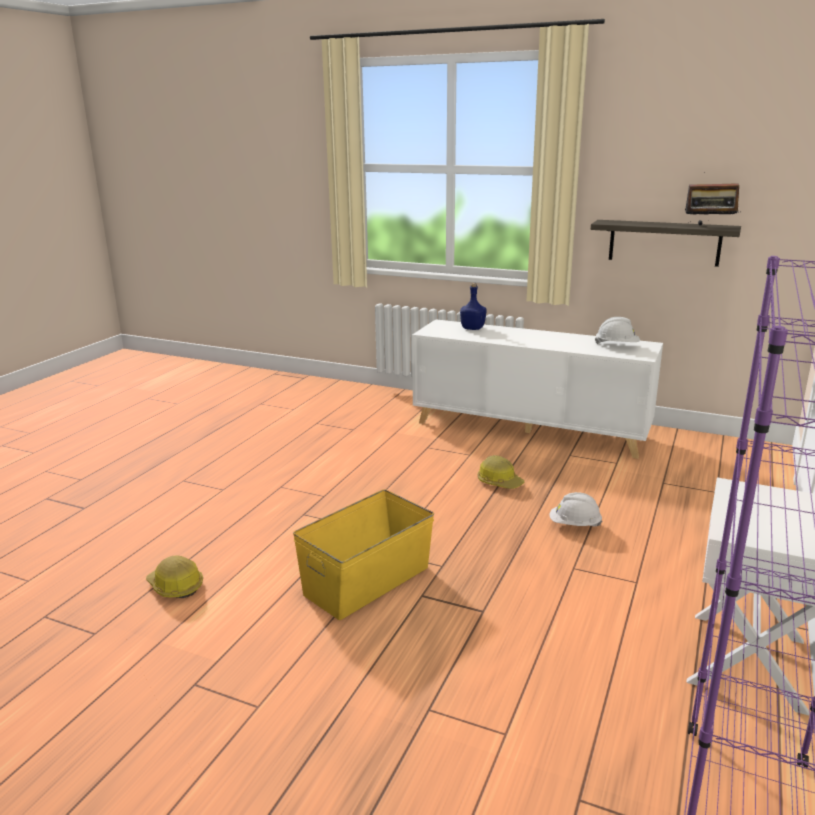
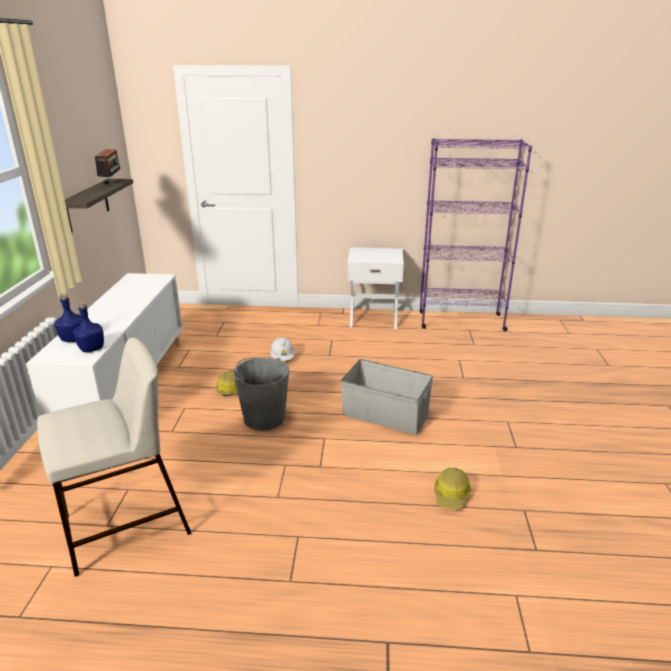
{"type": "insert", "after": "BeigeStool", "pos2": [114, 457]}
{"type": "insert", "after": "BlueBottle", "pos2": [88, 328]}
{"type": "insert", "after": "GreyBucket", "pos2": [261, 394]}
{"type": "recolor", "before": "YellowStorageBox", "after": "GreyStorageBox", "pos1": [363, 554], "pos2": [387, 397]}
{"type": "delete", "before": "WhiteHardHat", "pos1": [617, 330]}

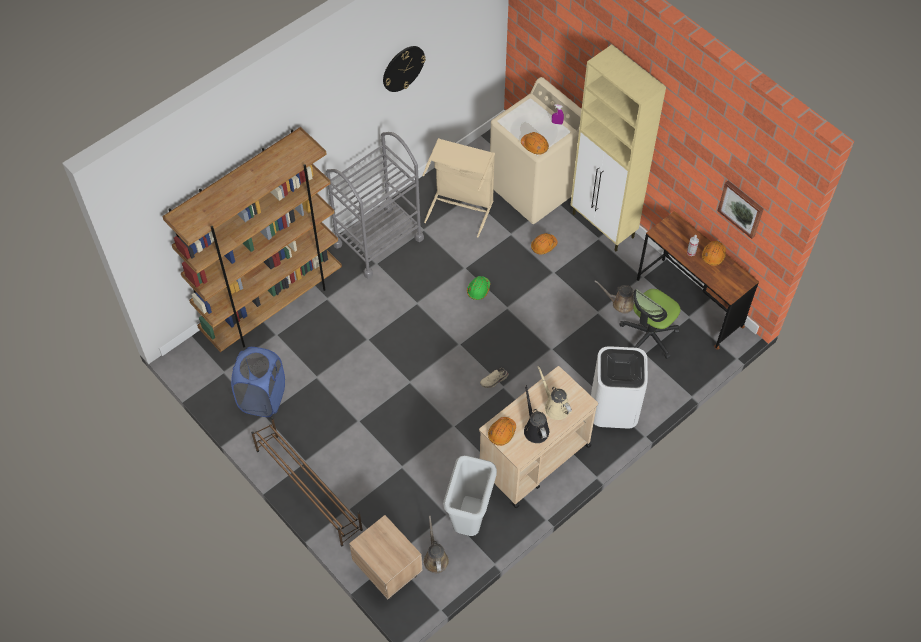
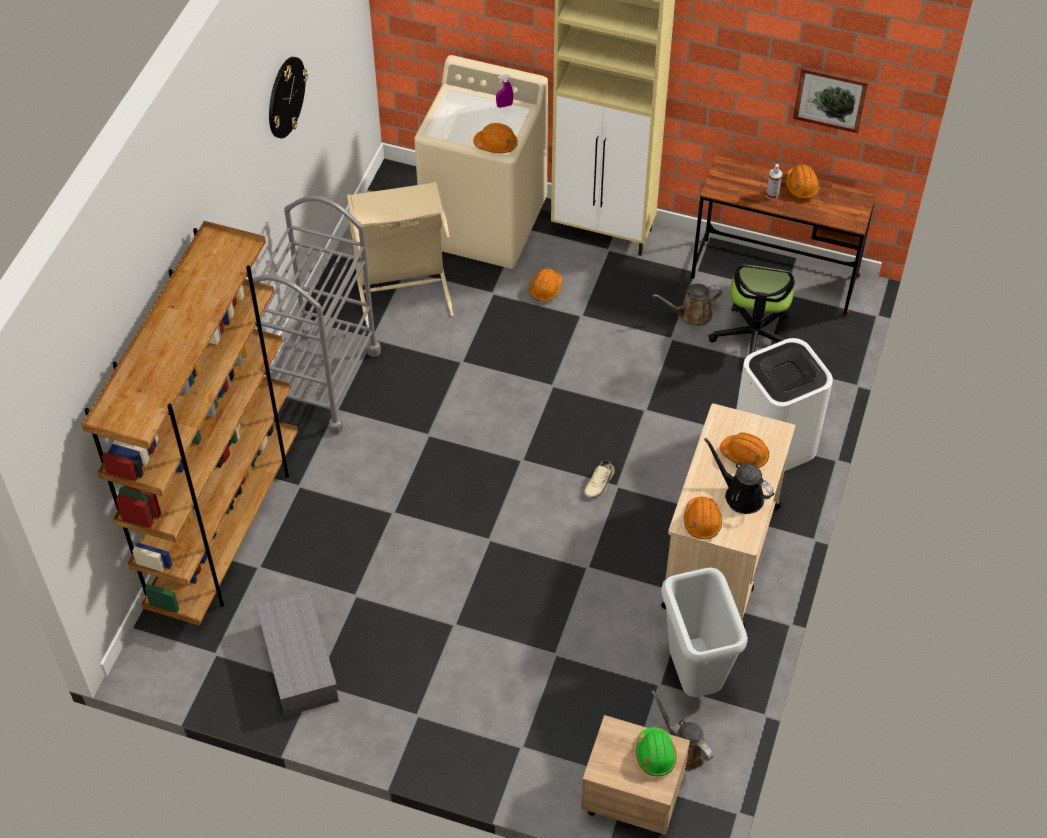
{"type": "replace", "before": "BlueLaundryBasket", "after": "GreyStorageBox", "pos1": [258, 382], "pos2": [297, 653]}
{"type": "move", "before": "GreenHardHat", "pos1": [478, 288], "pos2": [656, 751]}
{"type": "replace", "before": "BeigeWateringCan", "after": "OrangeHardHat", "pos1": [554, 393], "pos2": [744, 450]}
{"type": "delete", "before": "BrownShoeRack", "pos1": [307, 481]}

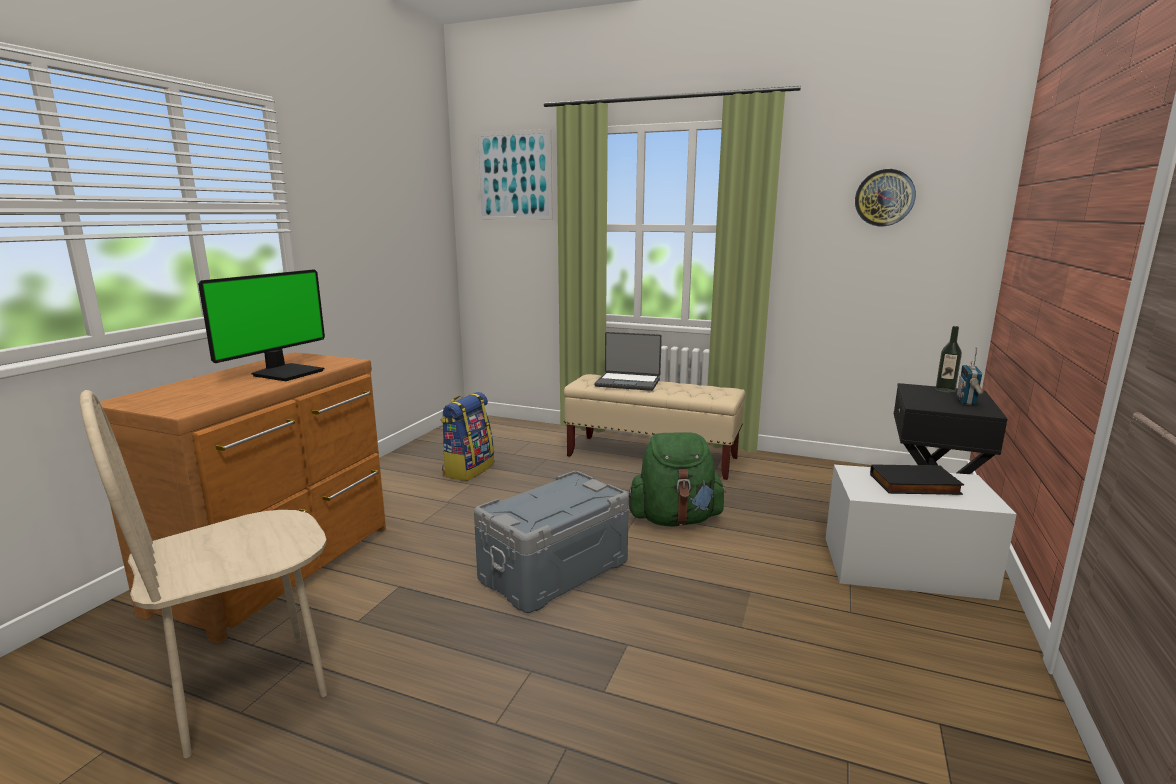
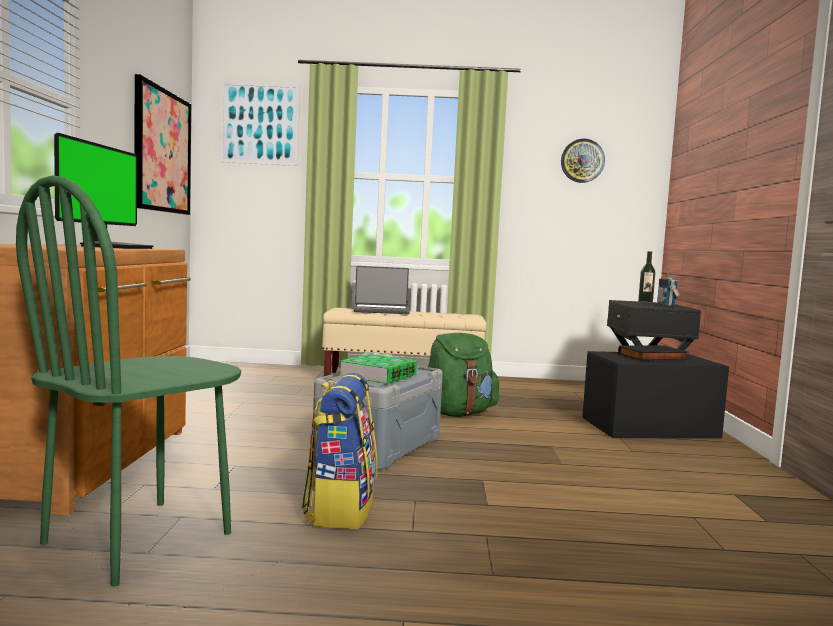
{"type": "recolor", "before": "BeigeChair", "after": "GreenChair", "pos1": [203, 574], "pos2": [128, 381]}
{"type": "insert", "after": "Picture", "pos2": [162, 144]}
{"type": "move", "before": "Backpack", "pos1": [467, 436], "pos2": [339, 451]}
{"type": "insert", "after": "Book", "pos2": [378, 369]}
{"type": "recolor", "before": "WhiteStorageBox", "after": "BlackStorageBox", "pos1": [921, 532], "pos2": [655, 395]}

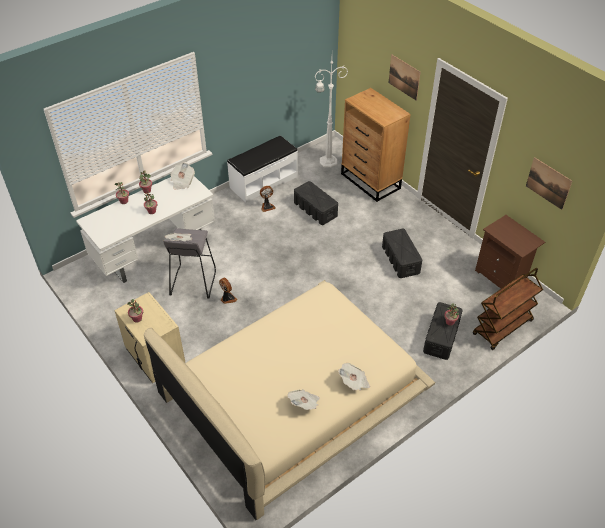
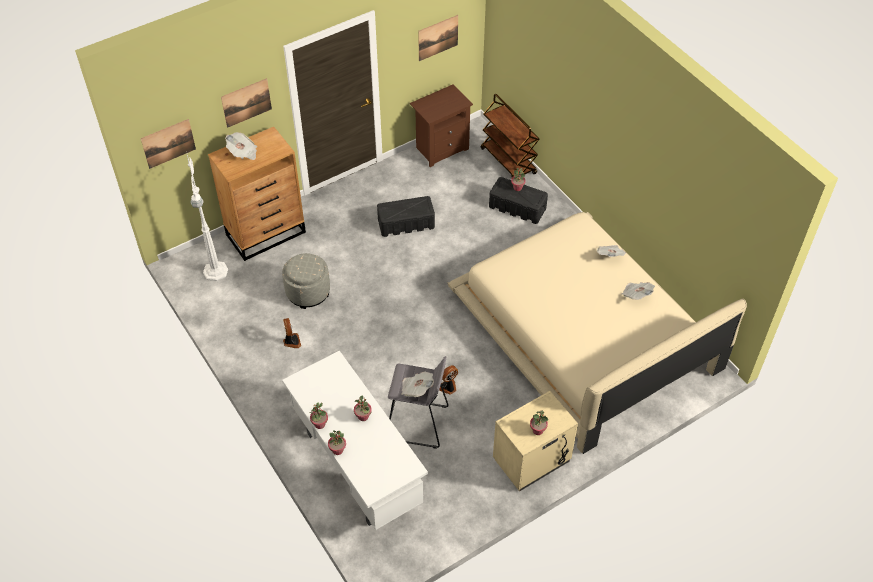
{"type": "insert", "after": "Picture", "pos2": [168, 144]}
{"type": "move", "before": "Newspaper", "pos1": [182, 176], "pos2": [241, 146]}
{"type": "replace", "before": "BlackStorageBox", "after": "GreyOttoman", "pos1": [316, 203], "pos2": [306, 281]}
{"type": "delete", "before": "WhiteBench", "pos1": [262, 168]}

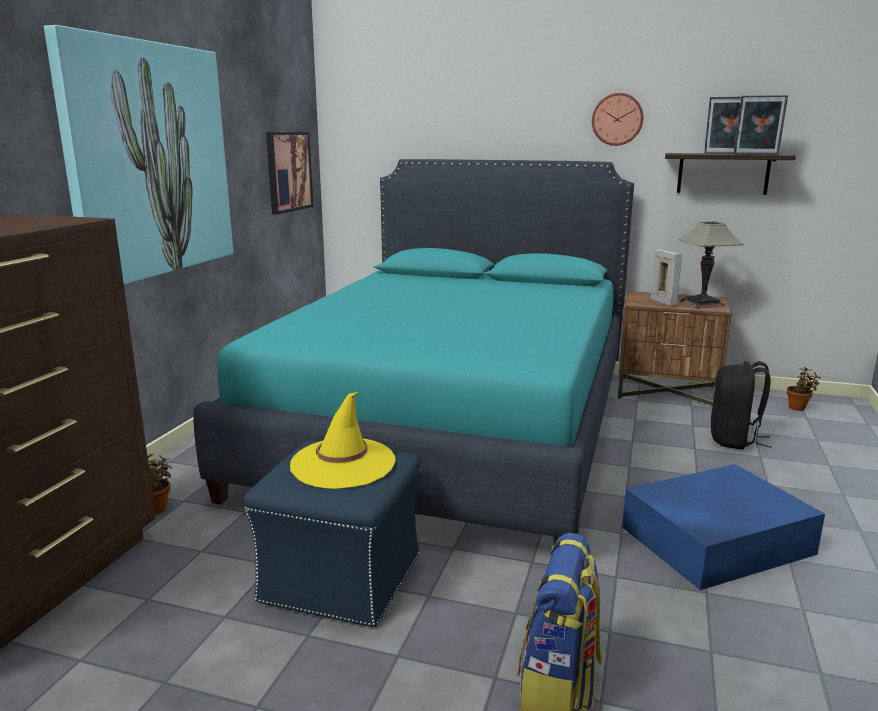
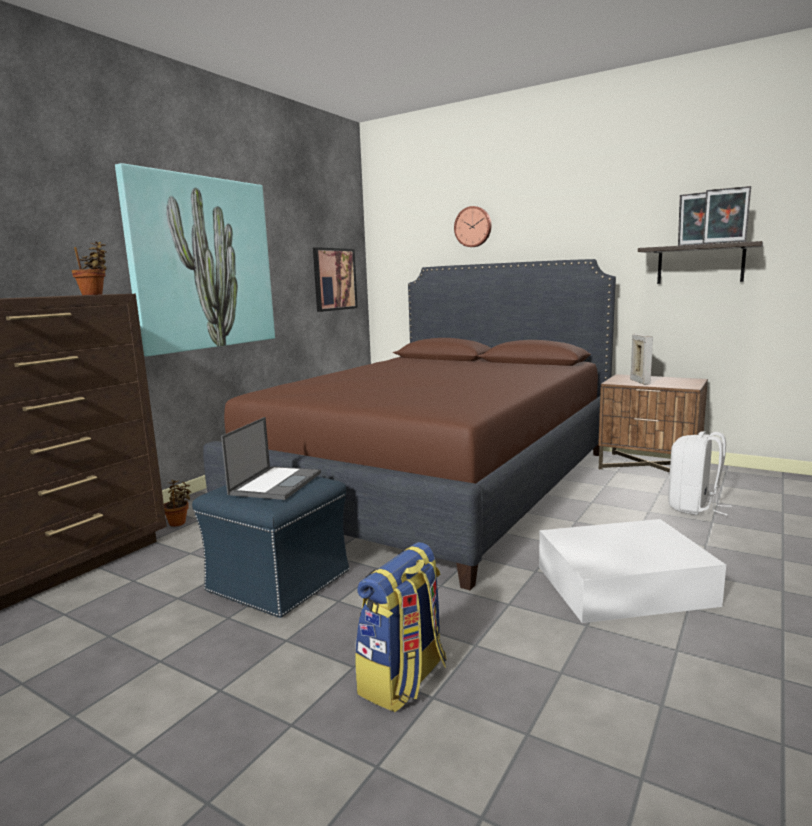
{"type": "move", "before": "PottedPlant", "pos1": [804, 389], "pos2": [89, 268]}
{"type": "recolor", "before": "TurquoiseBed", "after": "BrownBed", "pos1": [413, 351], "pos2": [409, 424]}
{"type": "replace", "before": "YellowHat", "after": "Laptop", "pos1": [343, 440], "pos2": [271, 458]}
{"type": "move", "before": "WallClock", "pos1": [617, 119], "pos2": [472, 226]}
{"type": "recolor", "before": "BlueStorageBox", "after": "WhiteStorageBox", "pos1": [723, 527], "pos2": [632, 571]}
{"type": "recolor", "before": "BlackBackpack", "after": "WhiteBackpack", "pos1": [741, 405], "pos2": [699, 473]}
{"type": "delete", "before": "TableLamp", "pos1": [710, 265]}

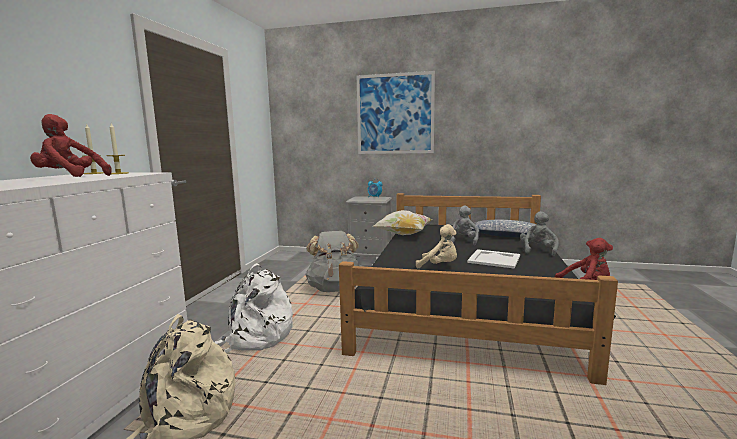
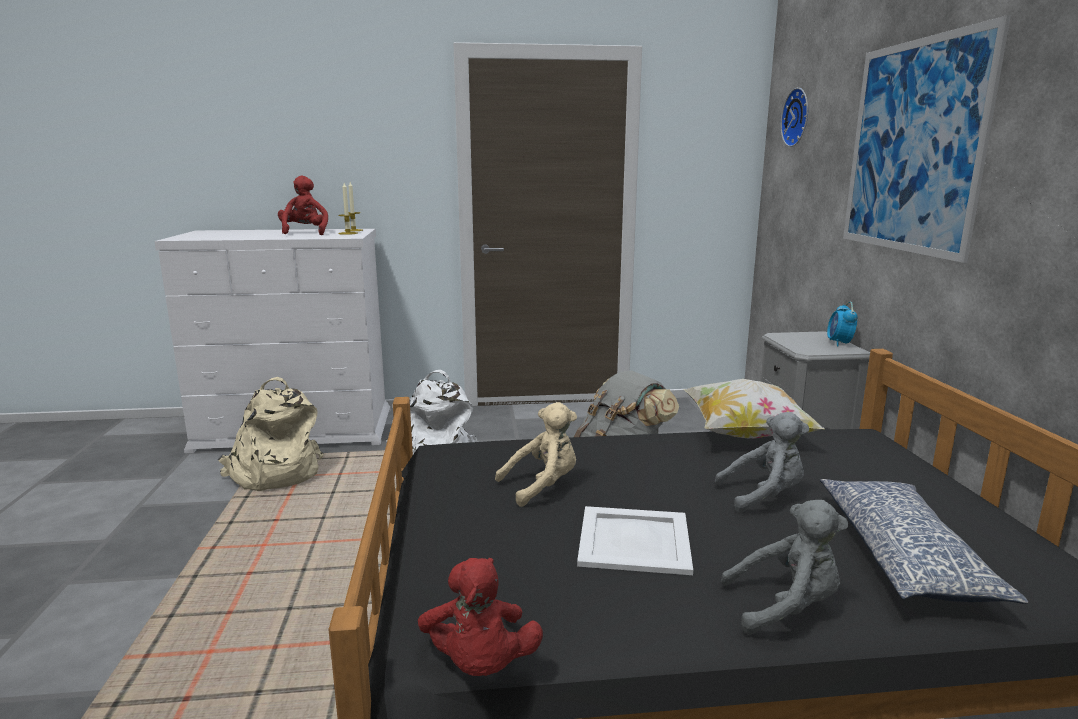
{"type": "rotate", "before": "BeigePlushToy", "pos1": [436, 246], "pos2": [536, 454], "turn": -120}
{"type": "insert", "after": "WallClock", "pos2": [794, 117]}

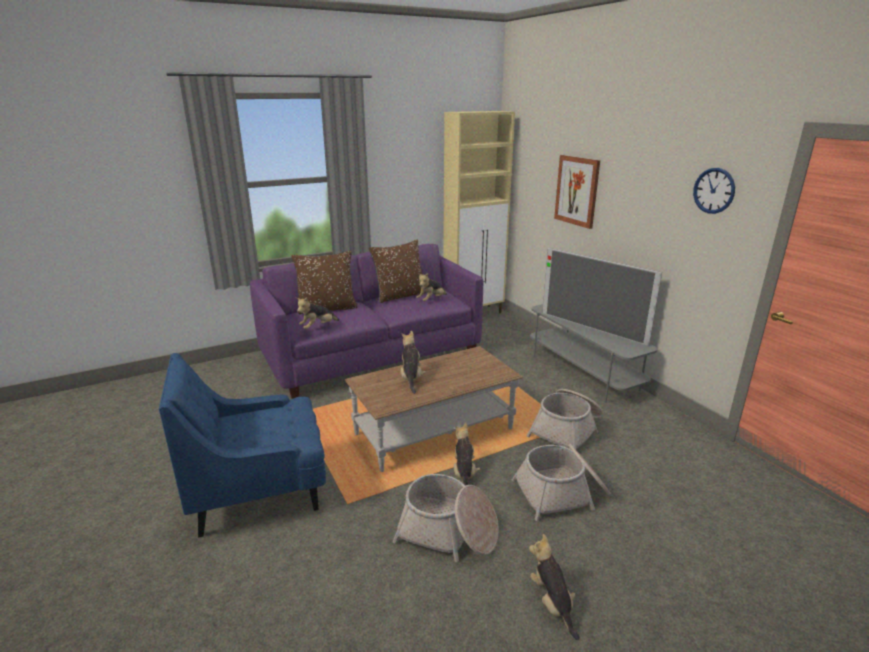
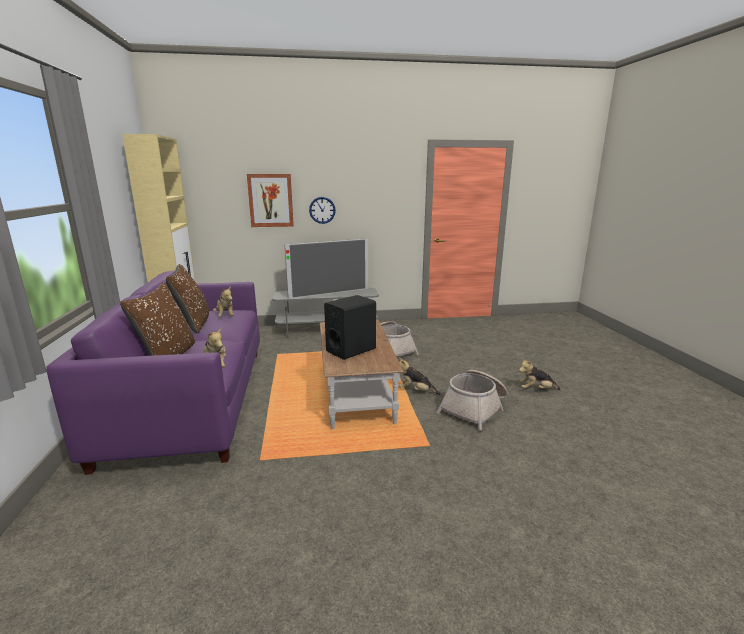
{"type": "move", "before": "WallClock", "pos1": [714, 191], "pos2": [322, 210]}
{"type": "replace", "before": "PlushToy", "after": "BlackSpeaker", "pos1": [413, 362], "pos2": [350, 327]}
{"type": "delete", "before": "BlueArmchair", "pos1": [242, 445]}
{"type": "delete", "before": "Basket", "pos1": [561, 482]}

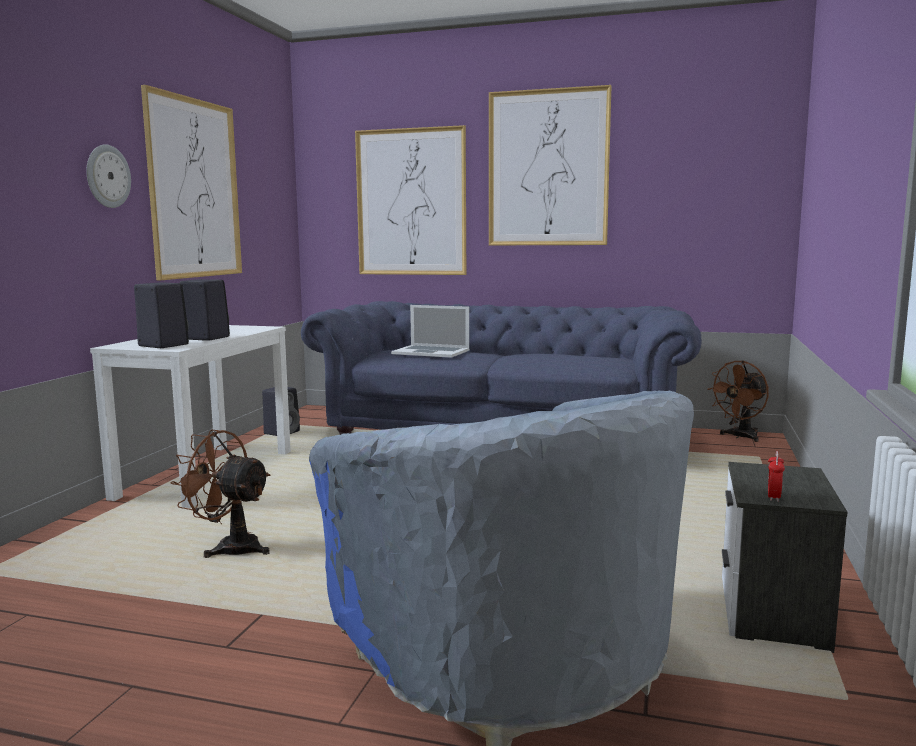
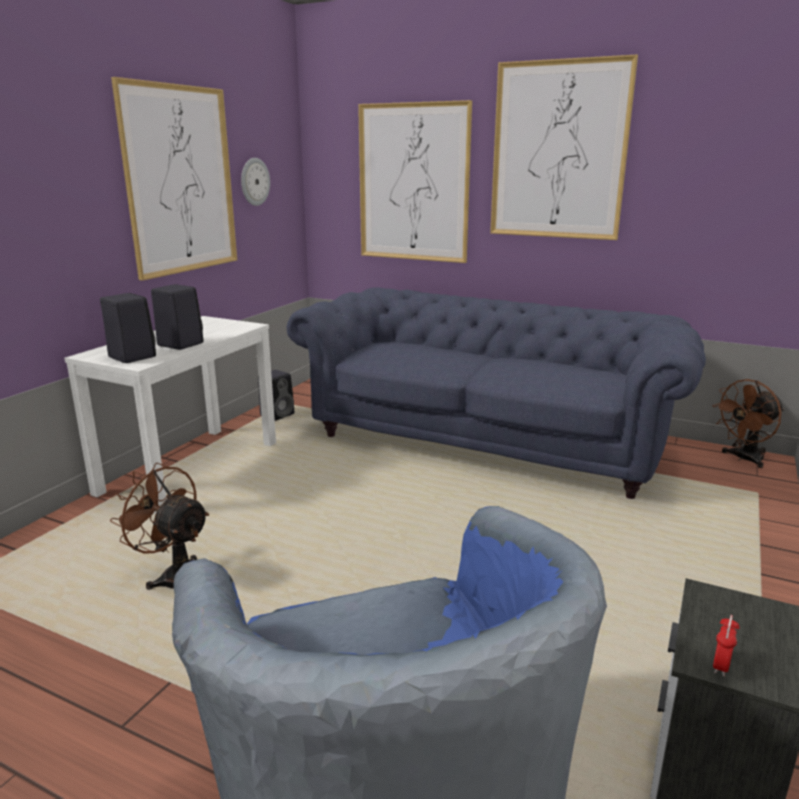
{"type": "move", "before": "WallClock", "pos1": [108, 176], "pos2": [255, 182]}
{"type": "delete", "before": "Laptop", "pos1": [430, 331]}

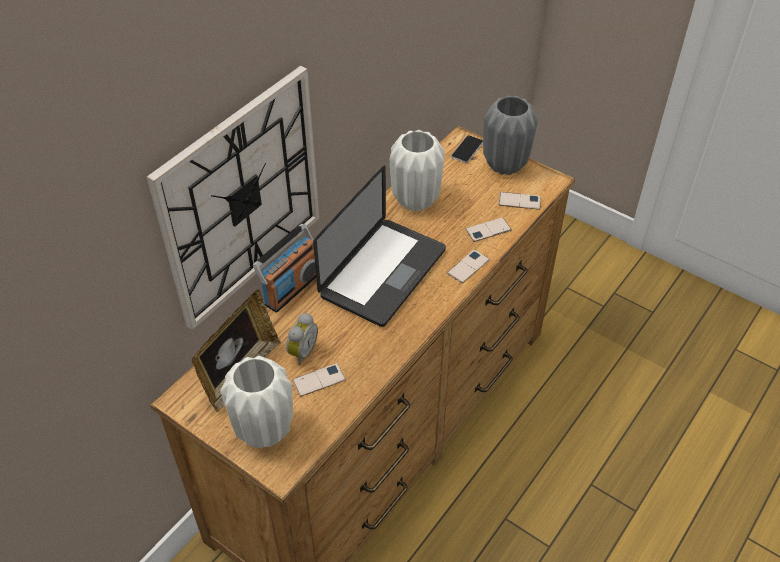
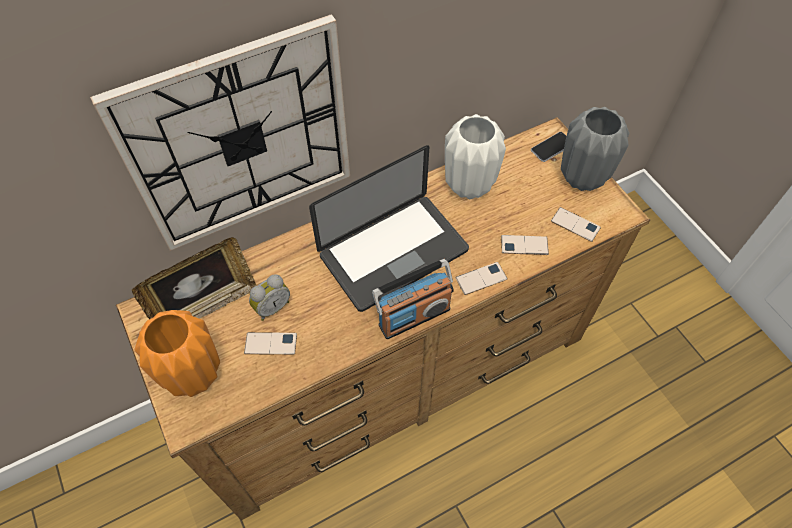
{"type": "recolor", "before": "WhiteVase", "after": "OrangeVase", "pos1": [257, 402], "pos2": [177, 353]}
{"type": "move", "before": "Radio", "pos1": [284, 268], "pos2": [413, 299]}

